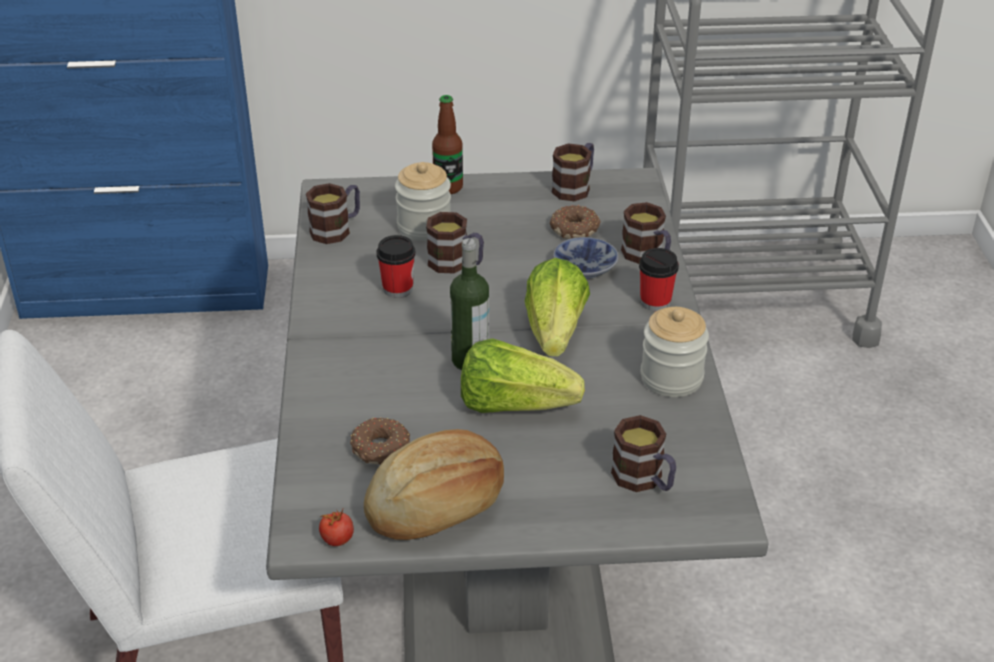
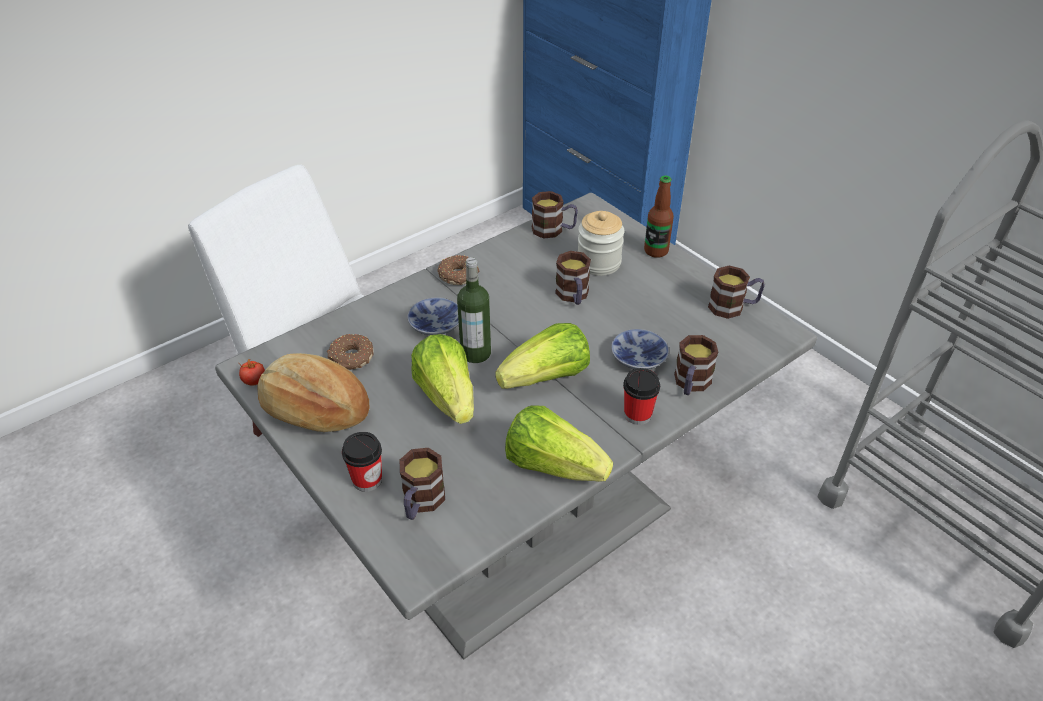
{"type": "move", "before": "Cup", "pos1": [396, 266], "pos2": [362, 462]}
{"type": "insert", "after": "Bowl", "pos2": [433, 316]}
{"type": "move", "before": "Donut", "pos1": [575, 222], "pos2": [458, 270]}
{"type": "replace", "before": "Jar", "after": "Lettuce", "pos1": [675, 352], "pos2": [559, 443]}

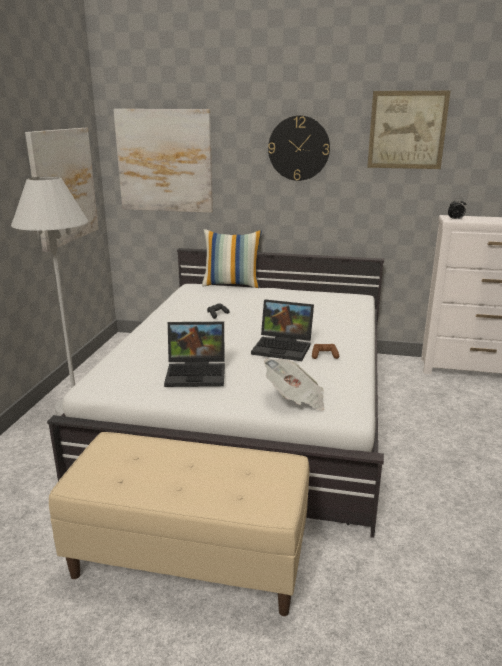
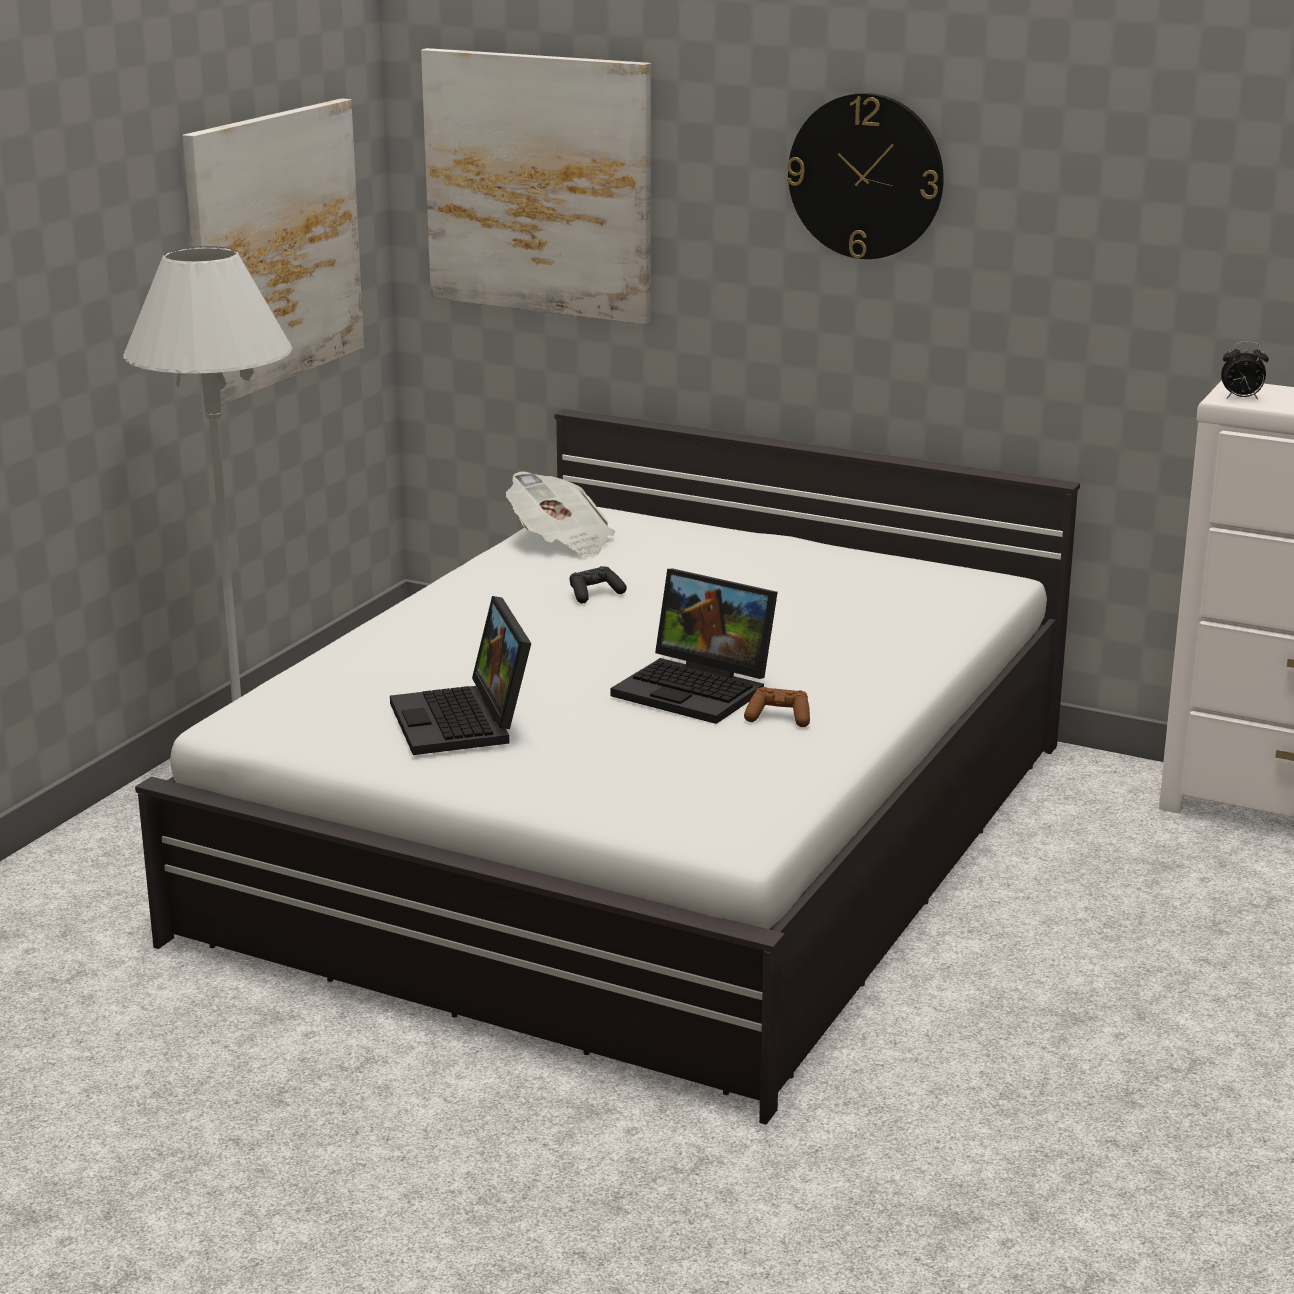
{"type": "rotate", "before": "Laptop", "pos1": [194, 354], "pos2": [460, 675], "turn": 60}
{"type": "move", "before": "Newspaper", "pos1": [294, 384], "pos2": [560, 514]}
{"type": "delete", "before": "BeigeBench", "pos1": [179, 524]}
{"type": "delete", "before": "Pillow", "pos1": [232, 258]}
{"type": "delete", "before": "Picture", "pos1": [408, 130]}

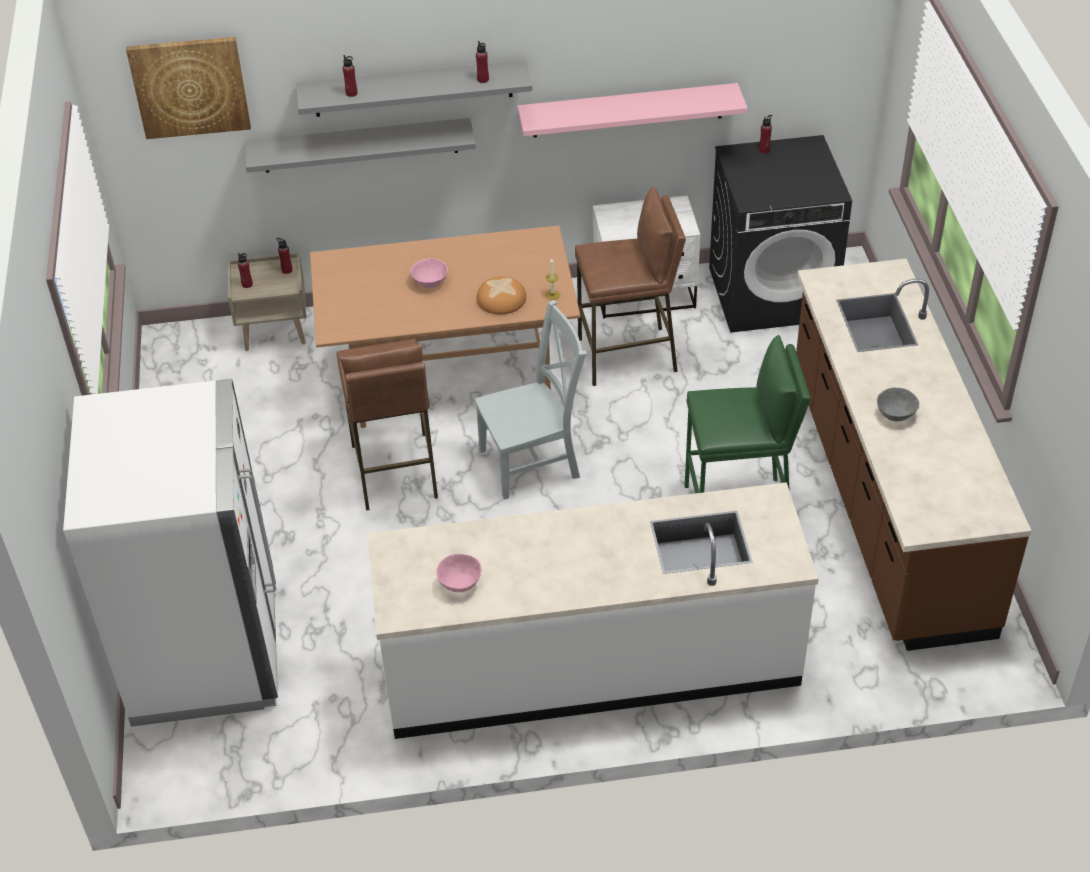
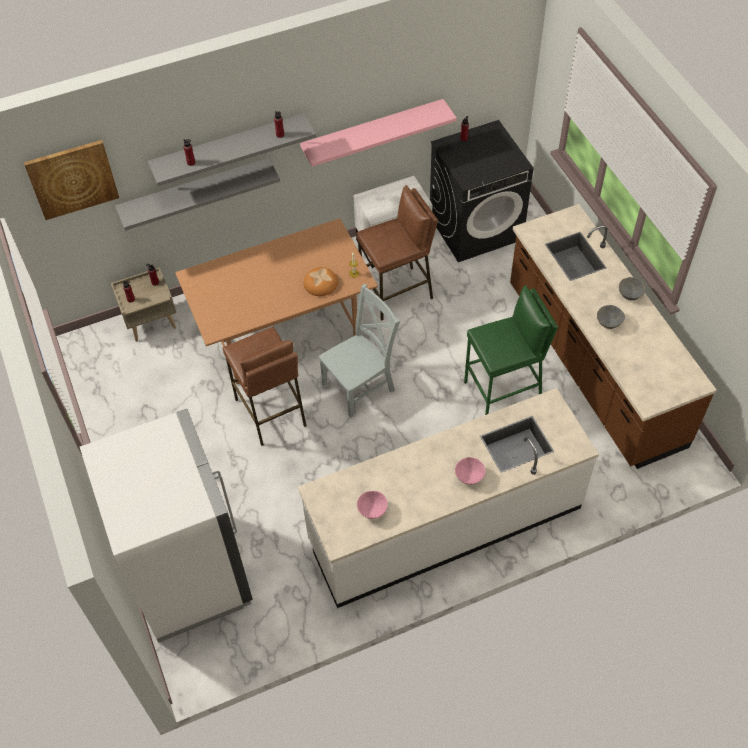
{"type": "move", "before": "PinkBowl", "pos1": [429, 273], "pos2": [470, 471]}
{"type": "insert", "after": "GreyBowl", "pos2": [632, 288]}

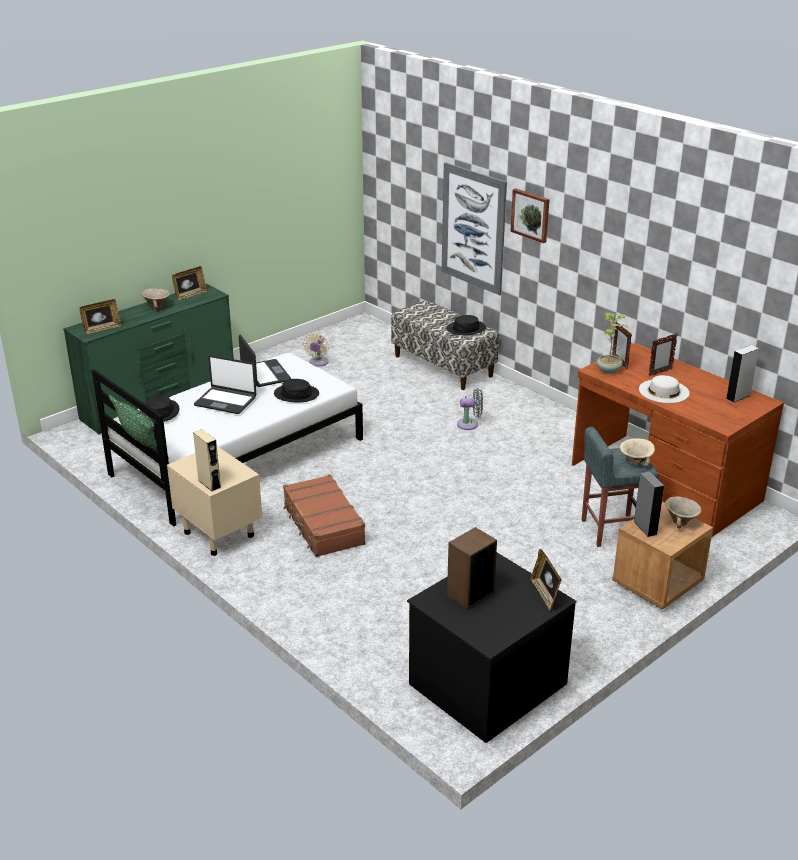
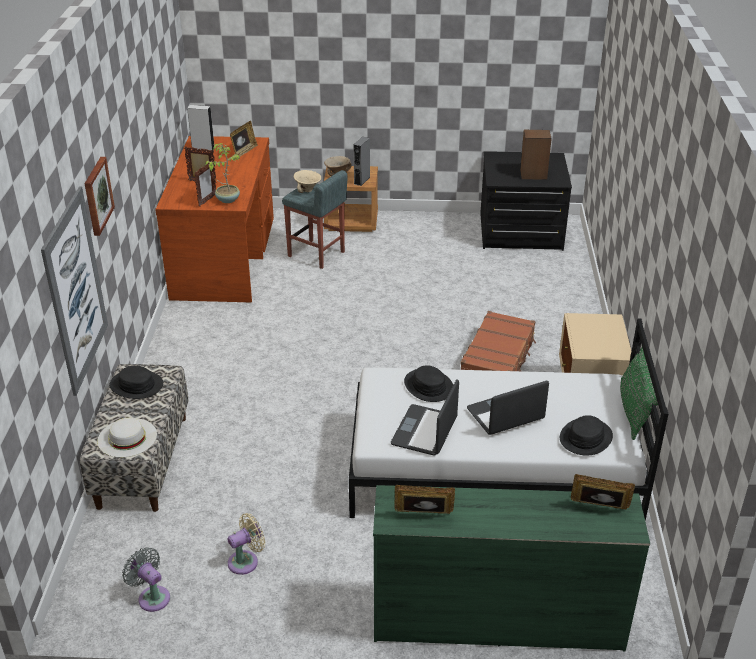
{"type": "move", "before": "WhiteHat", "pos1": [664, 389], "pos2": [127, 437]}
{"type": "move", "before": "GreyFan", "pos1": [470, 409], "pos2": [146, 579]}
{"type": "move", "before": "PictureFrame", "pos1": [546, 579], "pos2": [244, 139]}
{"type": "rotate", "before": "Laptop", "pos1": [225, 384], "pos2": [508, 408], "turn": -90}
{"type": "delete", "before": "BeigeBowl", "pos1": [155, 299]}
{"type": "delete", "before": "BeigeSpeaker", "pos1": [207, 460]}

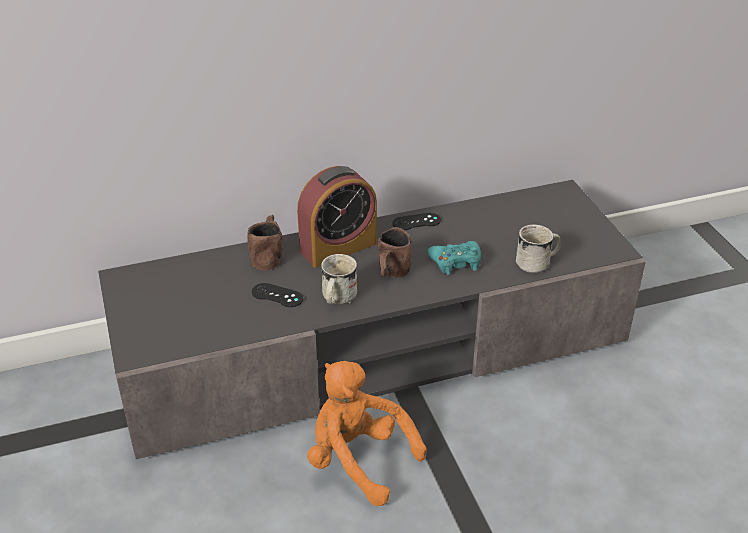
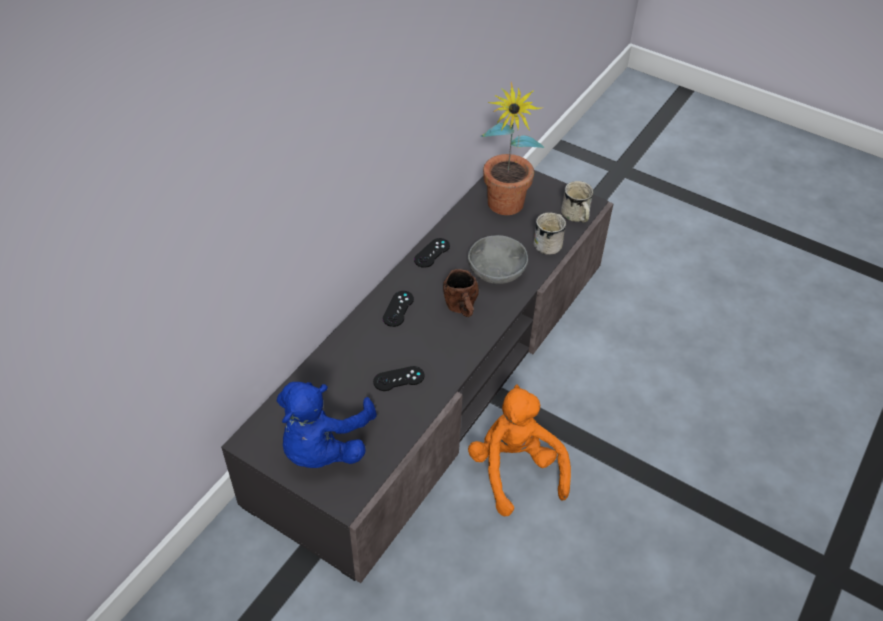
{"type": "insert", "after": "BluePlushToy", "pos2": [327, 425]}
{"type": "replace", "before": "AlarmClock", "after": "BlackGameController", "pos1": [337, 217], "pos2": [398, 309]}
{"type": "replace", "before": "TurquoiseGameController", "after": "GreyBowl", "pos1": [454, 258], "pos2": [498, 259]}
{"type": "rotate", "before": "OrangePlushToy", "pos1": [367, 433], "pos2": [519, 450], "turn": 75}
{"type": "insert", "after": "PottedPlant", "pos2": [512, 148]}
{"type": "move", "before": "WhiteMug", "pos1": [339, 279], "pos2": [577, 202]}
{"type": "delete", "before": "BrownMug", "pos1": [265, 242]}

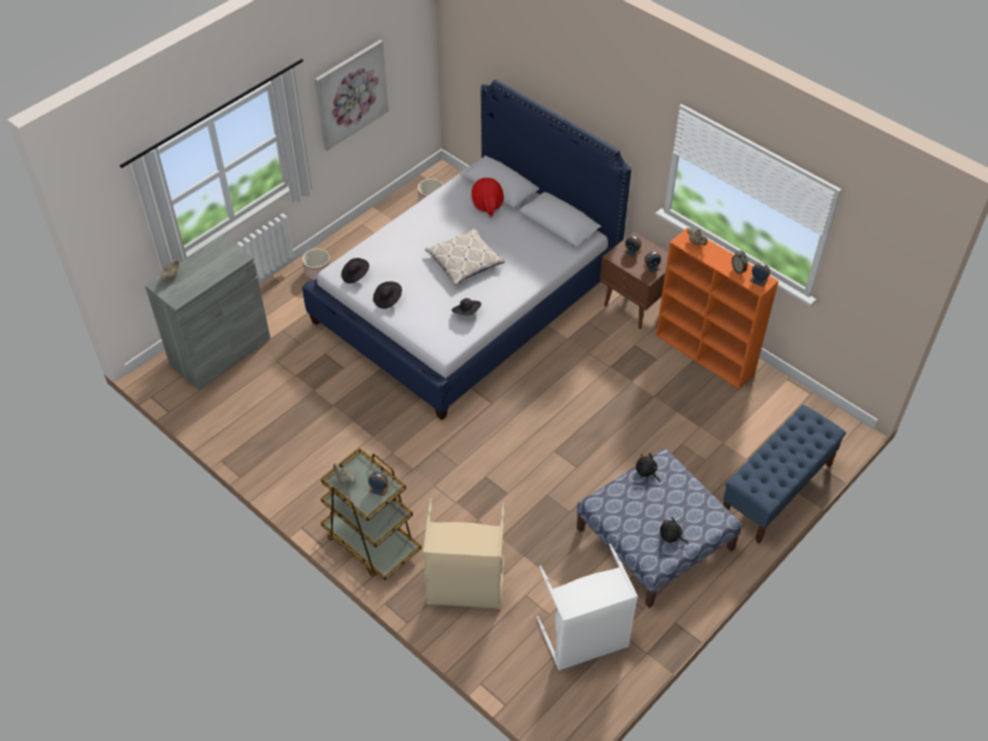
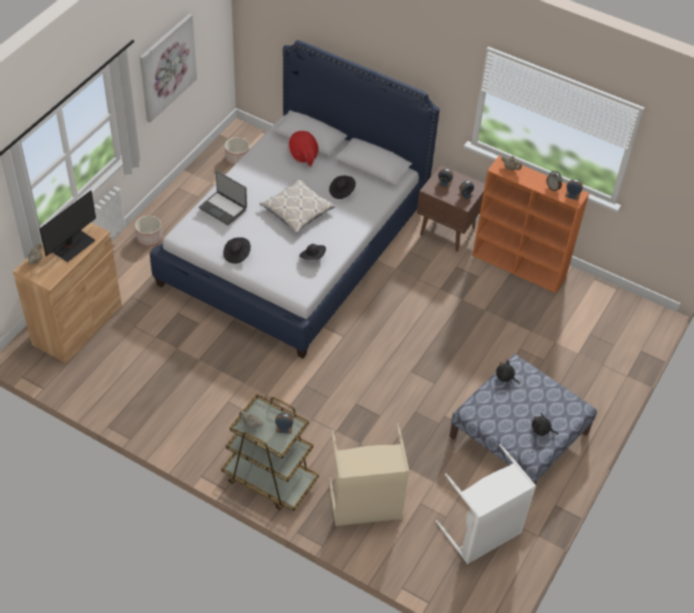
{"type": "recolor", "before": "GreyCabinet", "after": "BrownCabinet", "pos1": [208, 312], "pos2": [67, 293]}
{"type": "insert", "after": "Monitor", "pos2": [68, 226]}
{"type": "insert", "after": "Laptop", "pos2": [223, 198]}
{"type": "move", "before": "BlackHat", "pos1": [355, 271], "pos2": [342, 187]}
{"type": "delete", "before": "BlueBench", "pos1": [784, 474]}

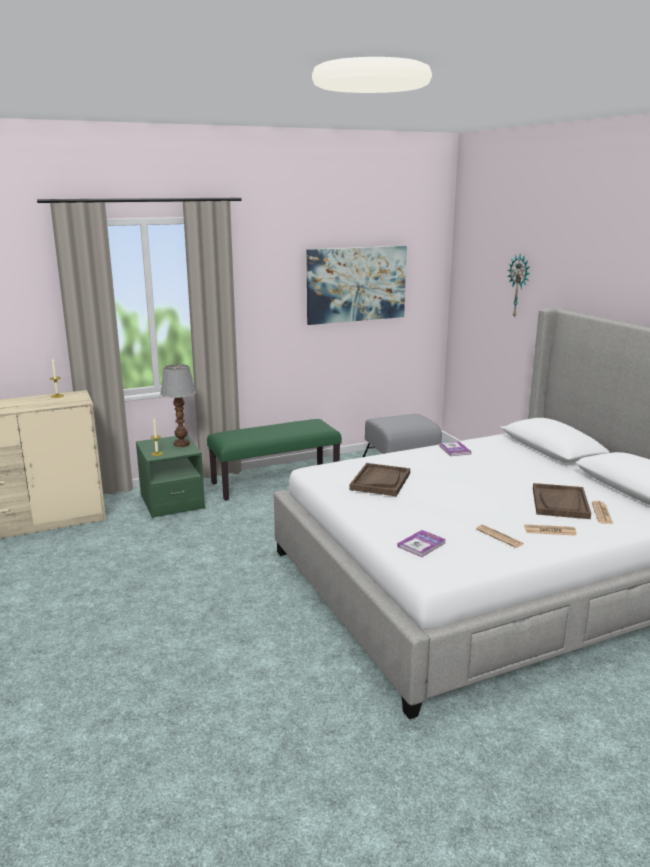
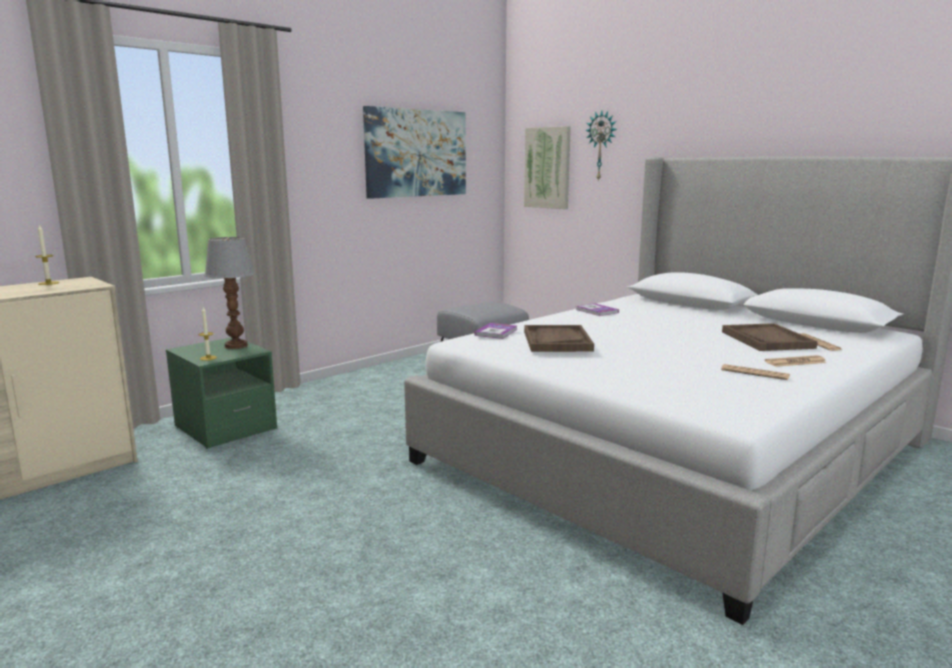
{"type": "move", "before": "Book", "pos1": [422, 543], "pos2": [495, 331]}
{"type": "insert", "after": "Picture", "pos2": [547, 167]}
{"type": "delete", "before": "GreenBench", "pos1": [274, 459]}

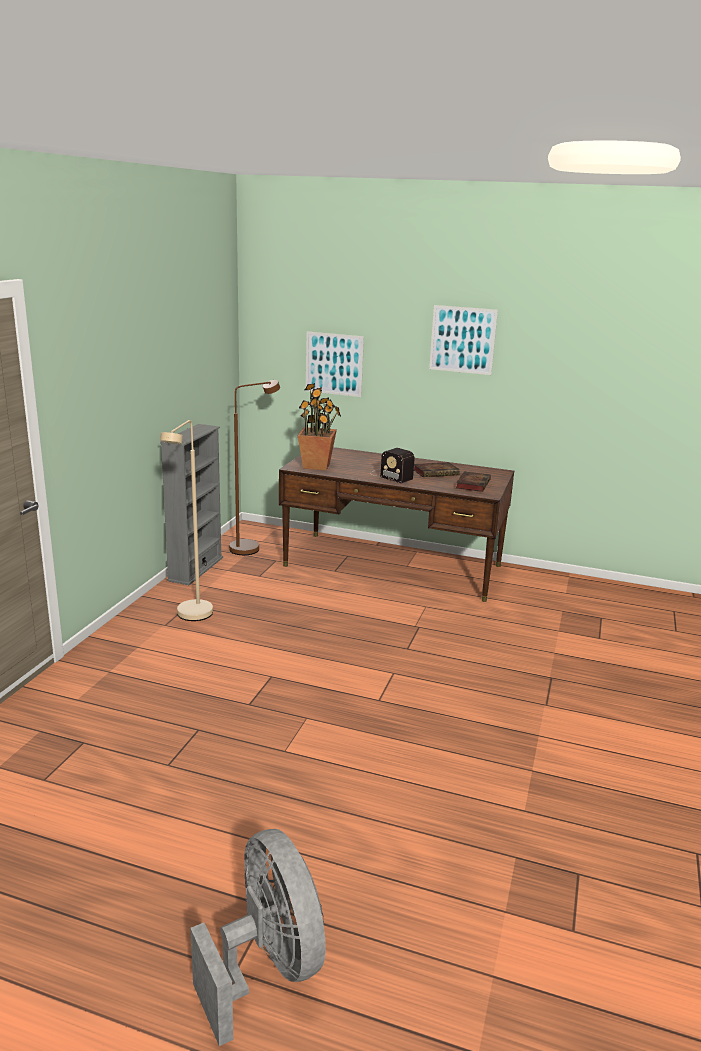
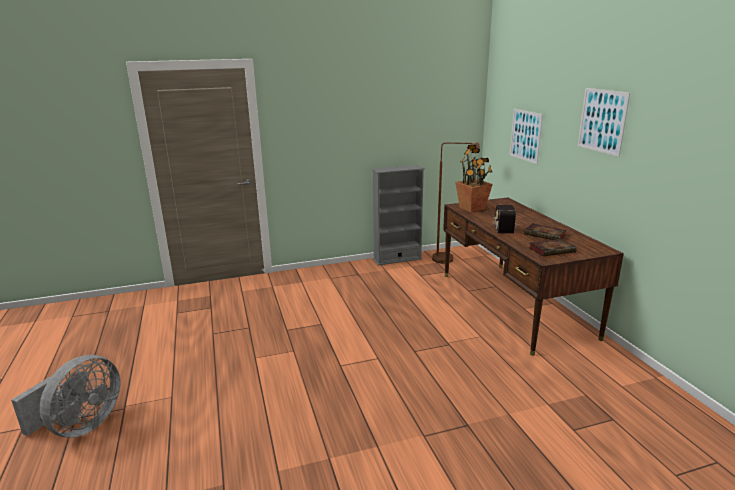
{"type": "delete", "before": "BeigeFloorLamp", "pos1": [186, 520]}

